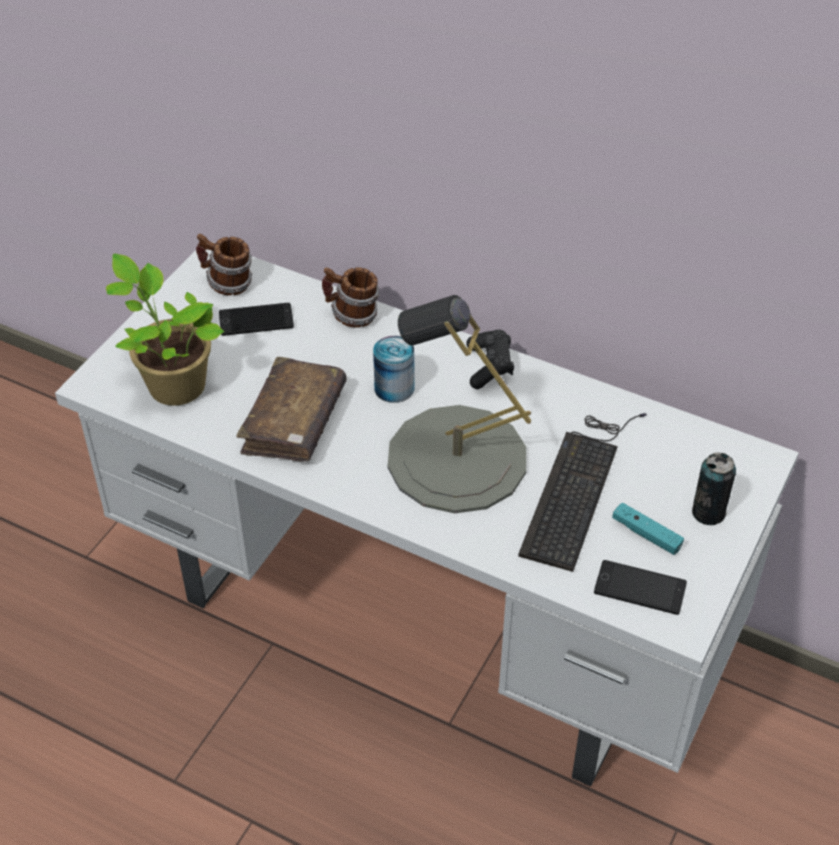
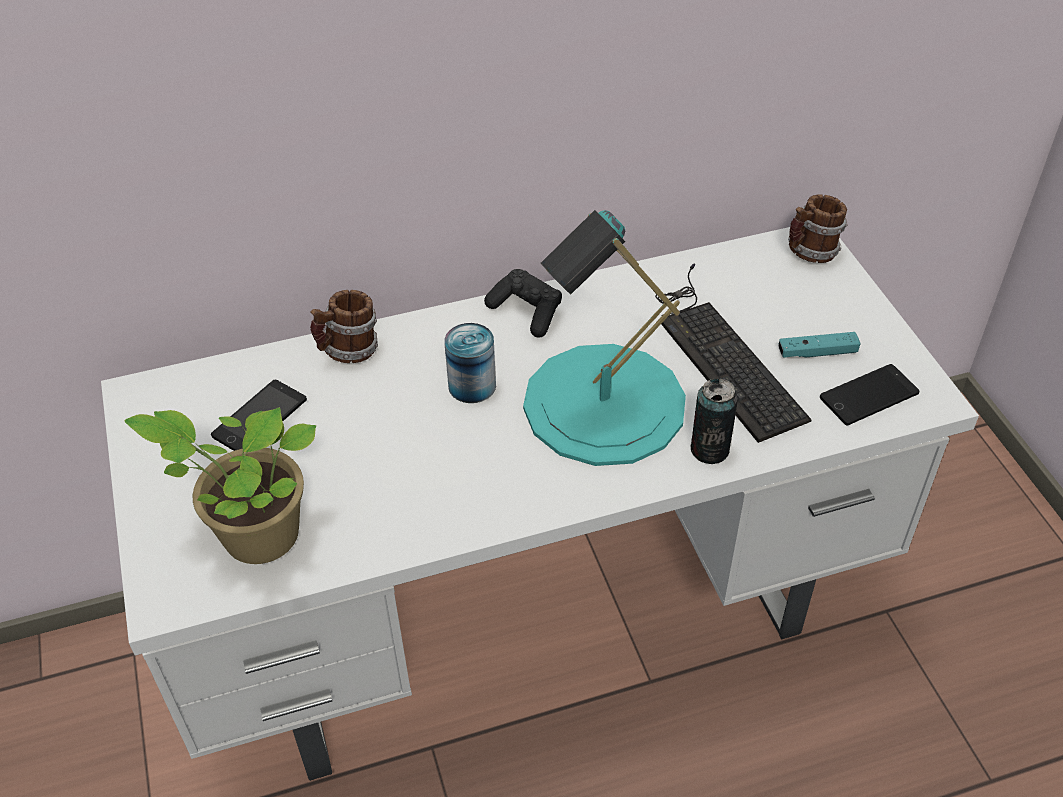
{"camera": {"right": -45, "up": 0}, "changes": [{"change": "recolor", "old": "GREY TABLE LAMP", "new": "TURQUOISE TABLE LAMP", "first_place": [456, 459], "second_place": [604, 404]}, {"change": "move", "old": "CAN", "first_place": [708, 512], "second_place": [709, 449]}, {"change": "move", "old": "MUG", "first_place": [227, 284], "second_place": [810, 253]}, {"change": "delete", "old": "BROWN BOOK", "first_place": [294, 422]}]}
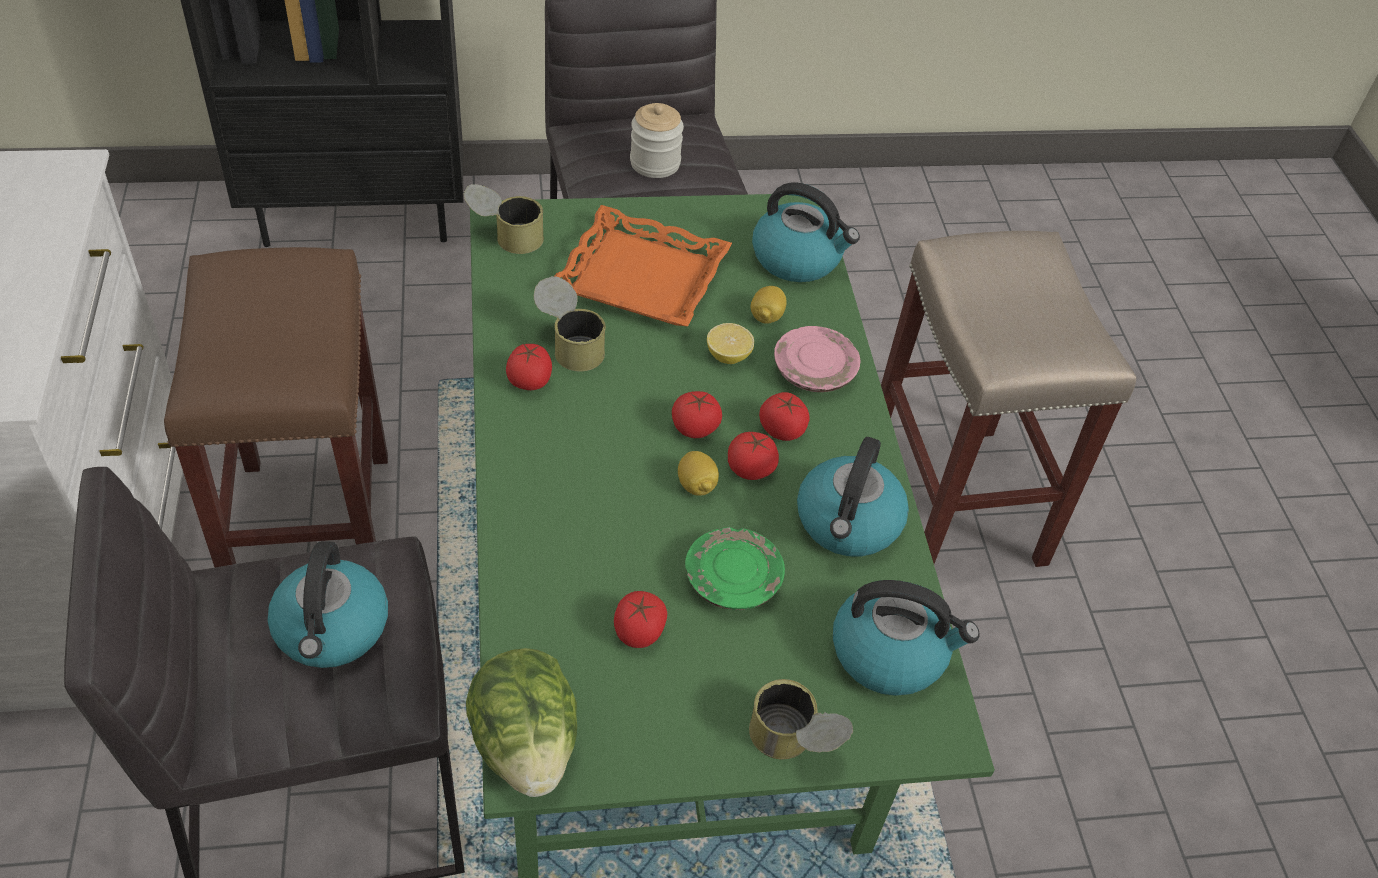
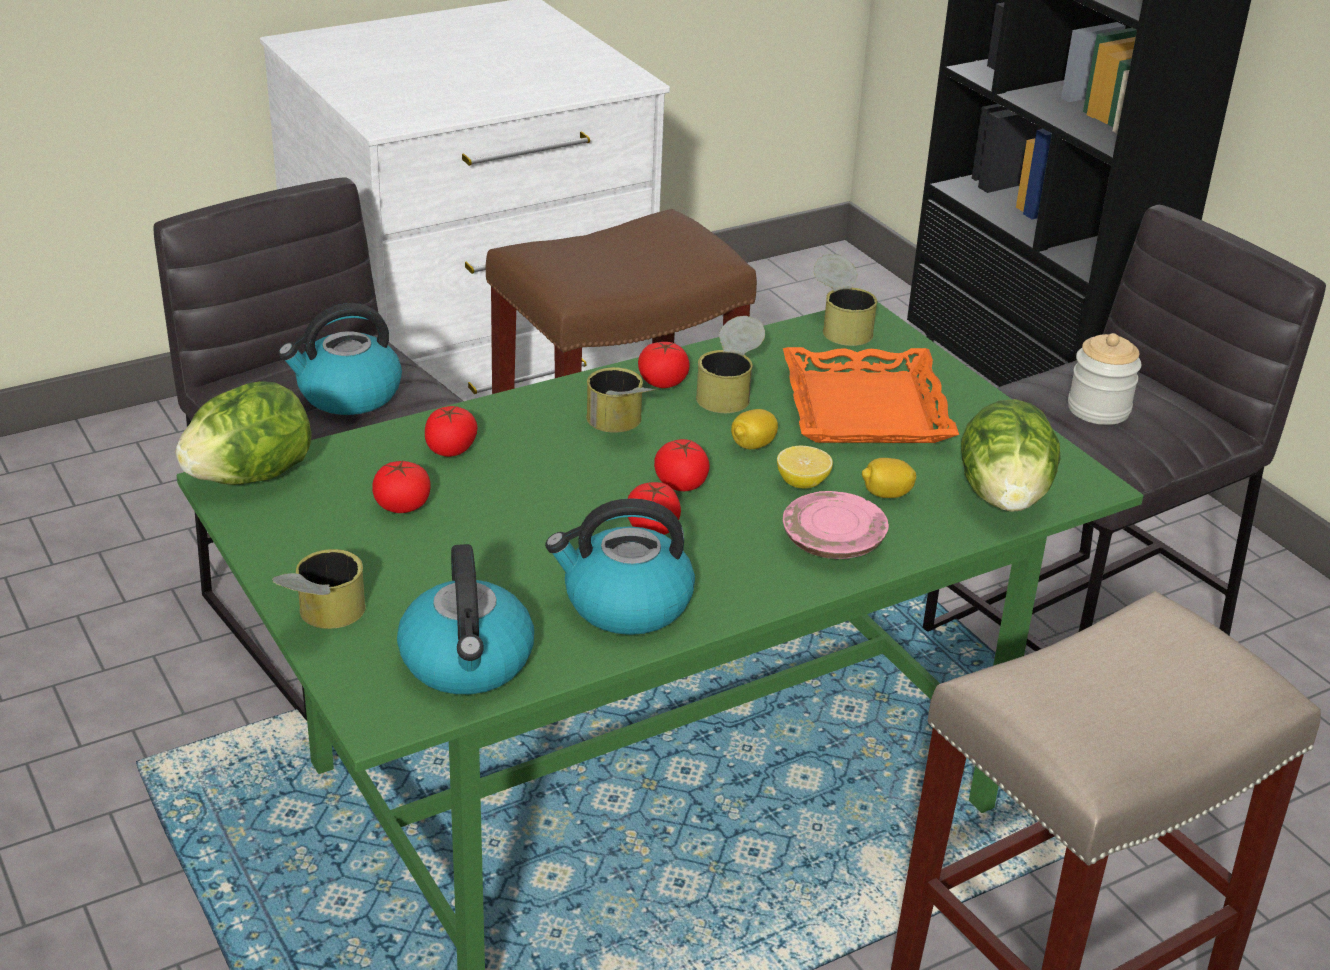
{"camera": {"right": 70, "up": -15}, "changes": [{"change": "move", "old": "TOMATO", "first_place": [782, 430], "second_place": [451, 449]}, {"change": "insert", "new": "CAN", "second_place": [619, 427]}, {"change": "move", "old": "LEMON", "first_place": [696, 485], "second_place": [753, 445]}, {"change": "replace", "old": "KETTLE", "new": "LETTUCE", "first_place": [798, 258], "second_place": [1004, 497]}, {"change": "delete", "old": "GREEN PLATE", "first_place": [732, 580]}]}
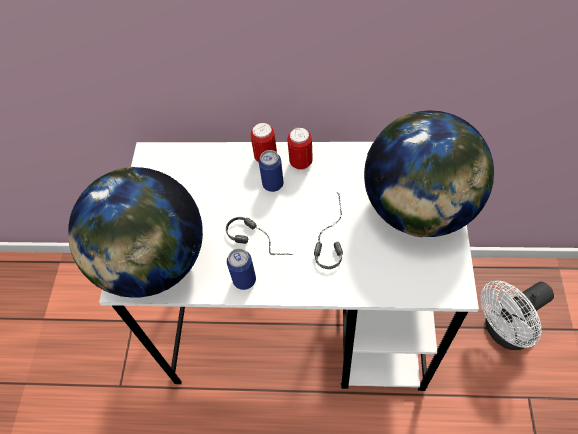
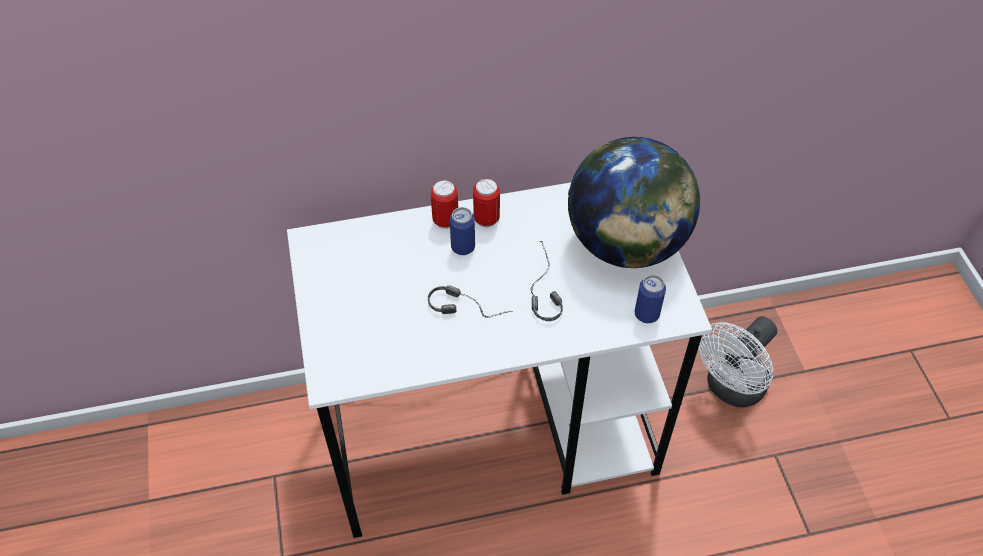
{"camera": {"right": -20, "up": -5}, "changes": [{"change": "move", "old": "CAN", "first_place": [244, 280], "second_place": [646, 314]}, {"change": "delete", "old": "GLOBE", "first_place": [153, 262]}]}
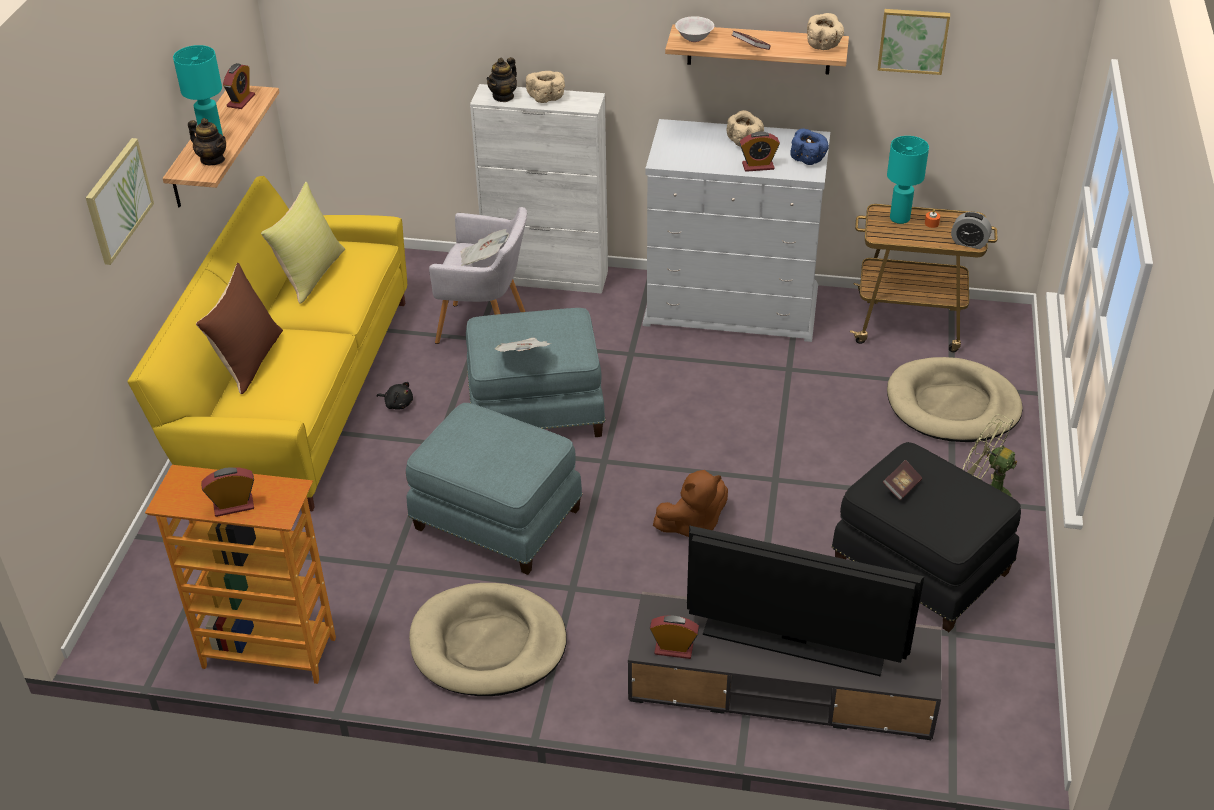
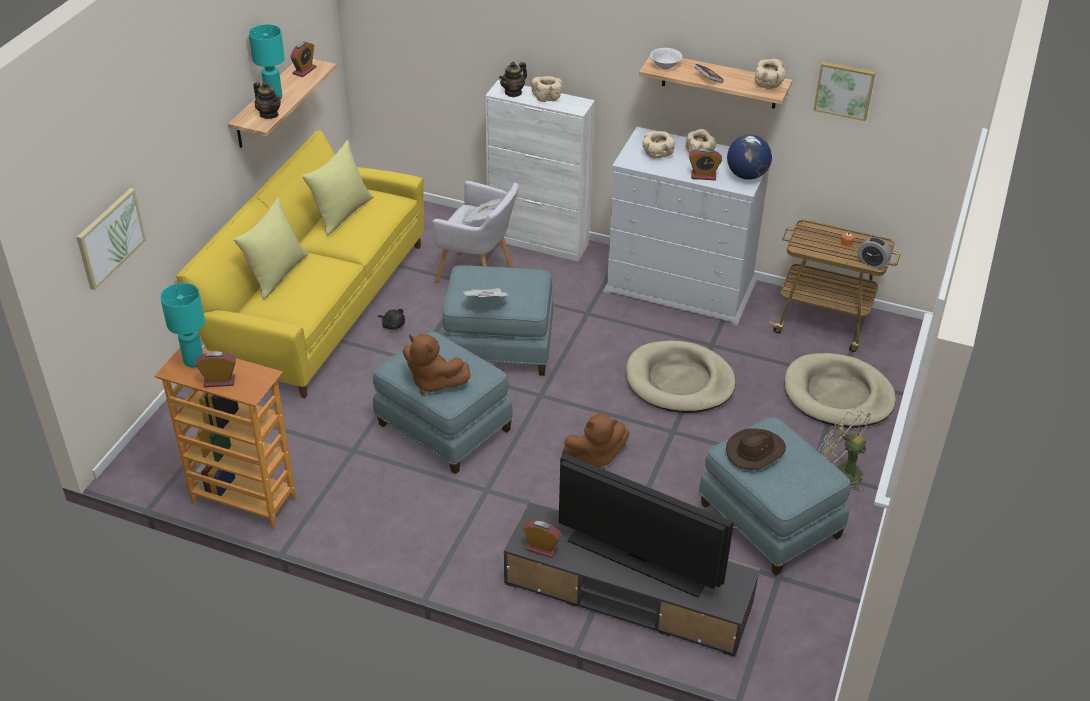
{"camera": {"right": 10, "up": 0}, "changes": [{"change": "move", "old": "PICTURE", "first_place": [118, 200], "second_place": [110, 237]}, {"change": "move", "old": "TURQUOISE TABLE LAMP", "first_place": [900, 218], "second_place": [194, 361]}, {"change": "recolor", "old": "BROWN PILLOW", "new": "YELLOW PILLOW", "first_place": [249, 360], "second_place": [276, 274]}, {"change": "insert", "new": "BROWN PLUSH TOY", "second_place": [433, 382]}, {"change": "move", "old": "BEIGE DOG BED", "first_place": [488, 644], "second_place": [679, 381]}, {"change": "insert", "new": "BEIGE BOWL", "second_place": [657, 155]}, {"change": "recolor", "old": "BLACK OTTOMAN", "new": "BLUE OTTOMAN", "first_place": [919, 568], "second_place": [768, 521]}, {"change": "replace", "old": "BOOK", "new": "BROWN HAT", "first_place": [901, 486], "second_place": [755, 451]}, {"change": "replace", "old": "BLUE BOWL", "new": "GLOBE", "first_place": [808, 159], "second_place": [747, 175]}]}
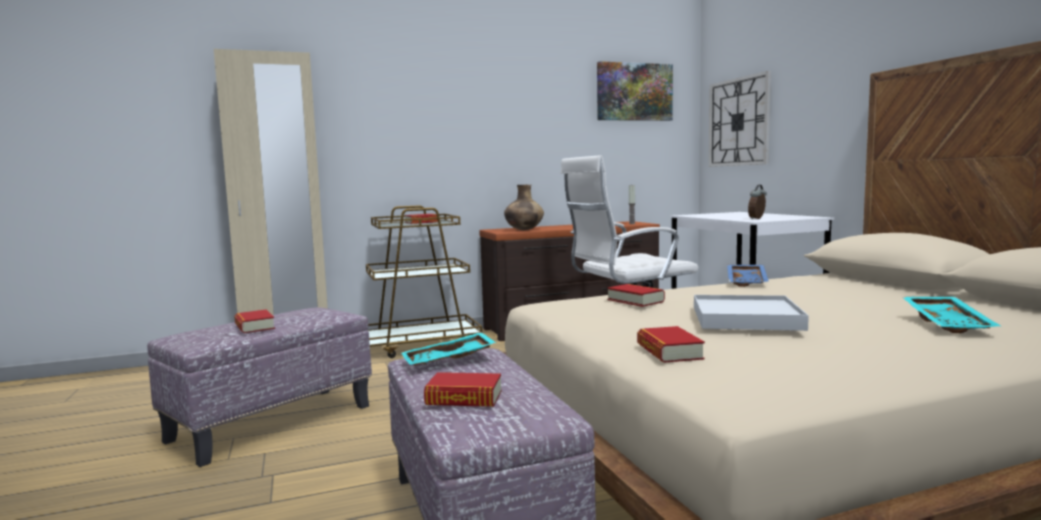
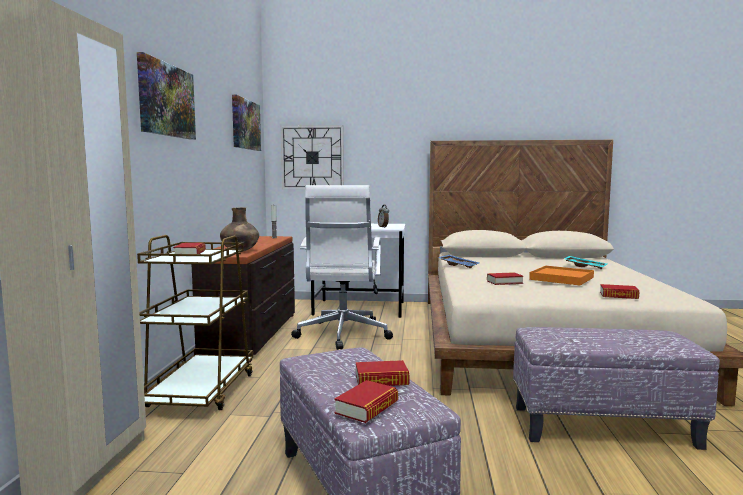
{"camera": {"right": -65, "up": 0}, "changes": [{"change": "insert", "new": "PICTURE", "second_place": [166, 100]}, {"change": "move", "old": "BOOK", "first_place": [464, 398], "second_place": [367, 407]}, {"change": "recolor", "old": "WHITE TRAY", "new": "ORANGE TRAY", "first_place": [746, 318], "second_place": [561, 278]}, {"change": "delete", "old": "TURQUOISE TRAY", "first_place": [449, 361]}]}
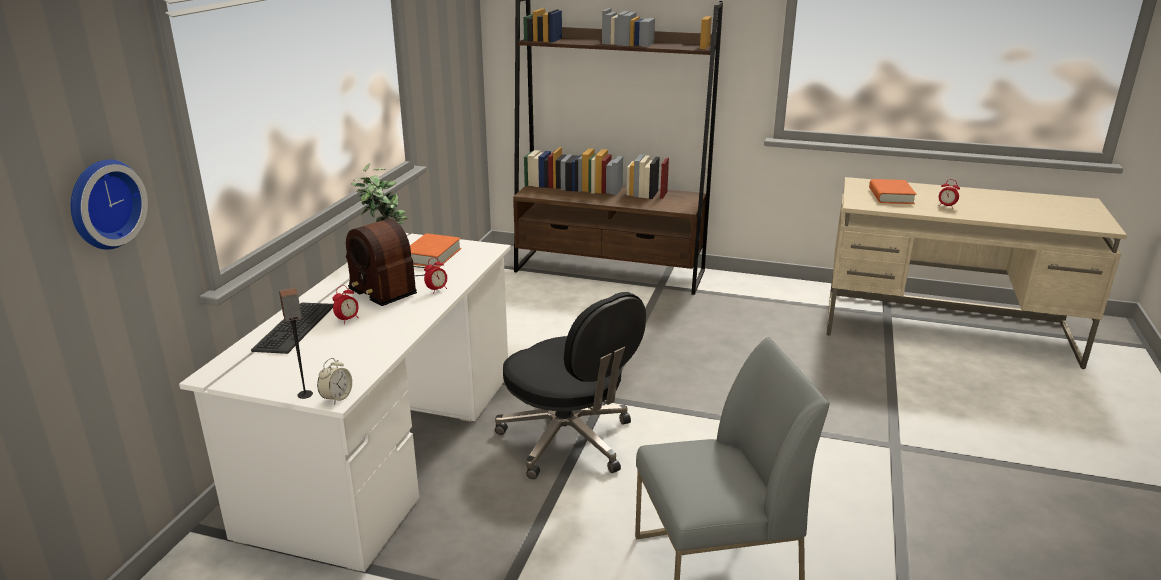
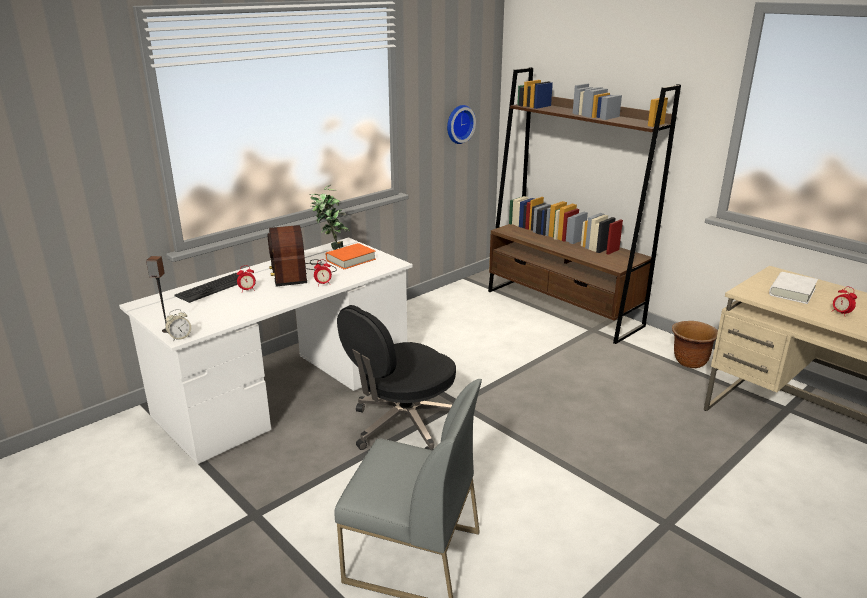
{"camera": {"right": 30, "up": 0}, "changes": [{"change": "rotate", "old": "BLACK OFFICE CHAIR", "first_place": [569, 441], "second_place": [403, 426], "degrees": 60}, {"change": "move", "old": "WALL CLOCK", "first_place": [102, 203], "second_place": [458, 124]}, {"change": "insert", "new": "BROWN PLANTER", "second_place": [690, 362]}, {"change": "recolor", "old": "ORANGE BOOK", "new": "WHITE BOOK", "first_place": [891, 196], "second_place": [792, 292]}]}
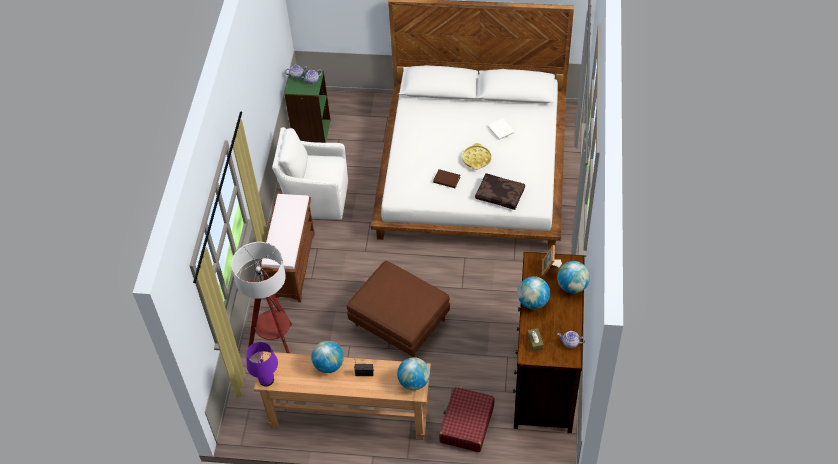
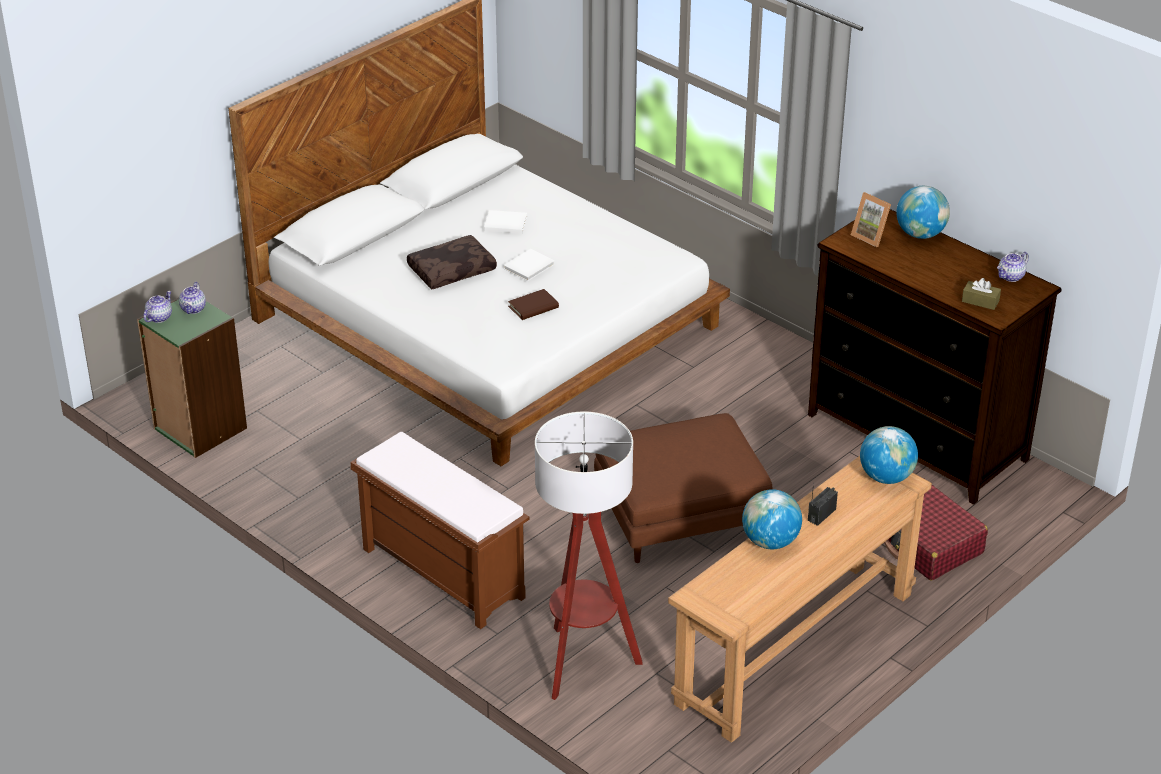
{"camera": {"right": -55, "up": -15}, "changes": [{"change": "move", "old": "BROWN PILLOW", "first_place": [500, 194], "second_place": [452, 270]}, {"change": "replace", "old": "YELLOW TRAY", "new": "WHITE BOOK", "first_place": [476, 159], "second_place": [530, 266]}, {"change": "delete", "old": "PURPLE TABLE LAMP", "first_place": [266, 380]}, {"change": "delete", "old": "WHITE ARMCHAIR", "first_place": [316, 198]}, {"change": "delete", "old": "GLOBE", "first_place": [533, 302]}]}
